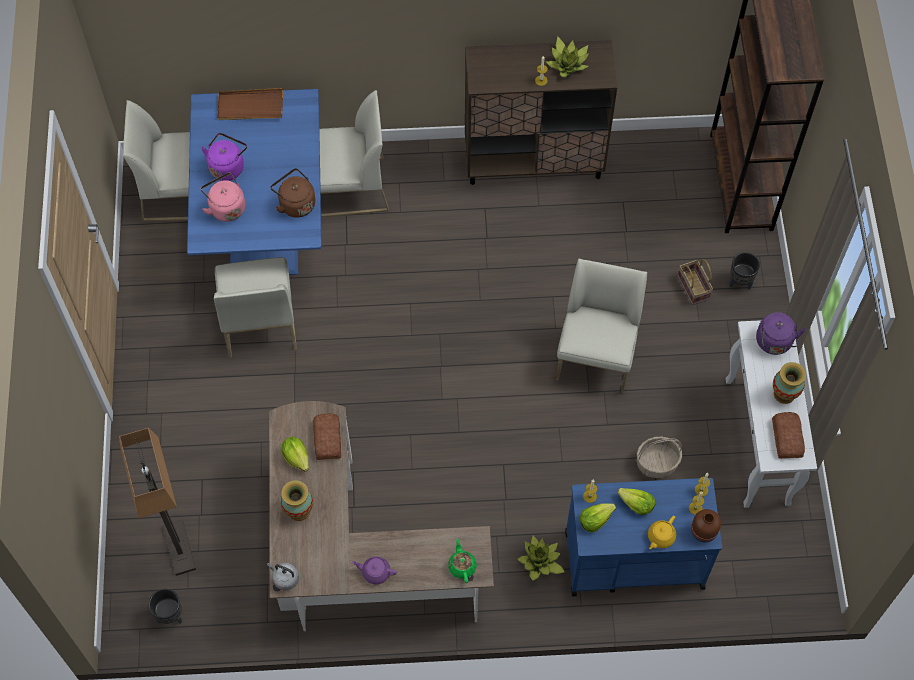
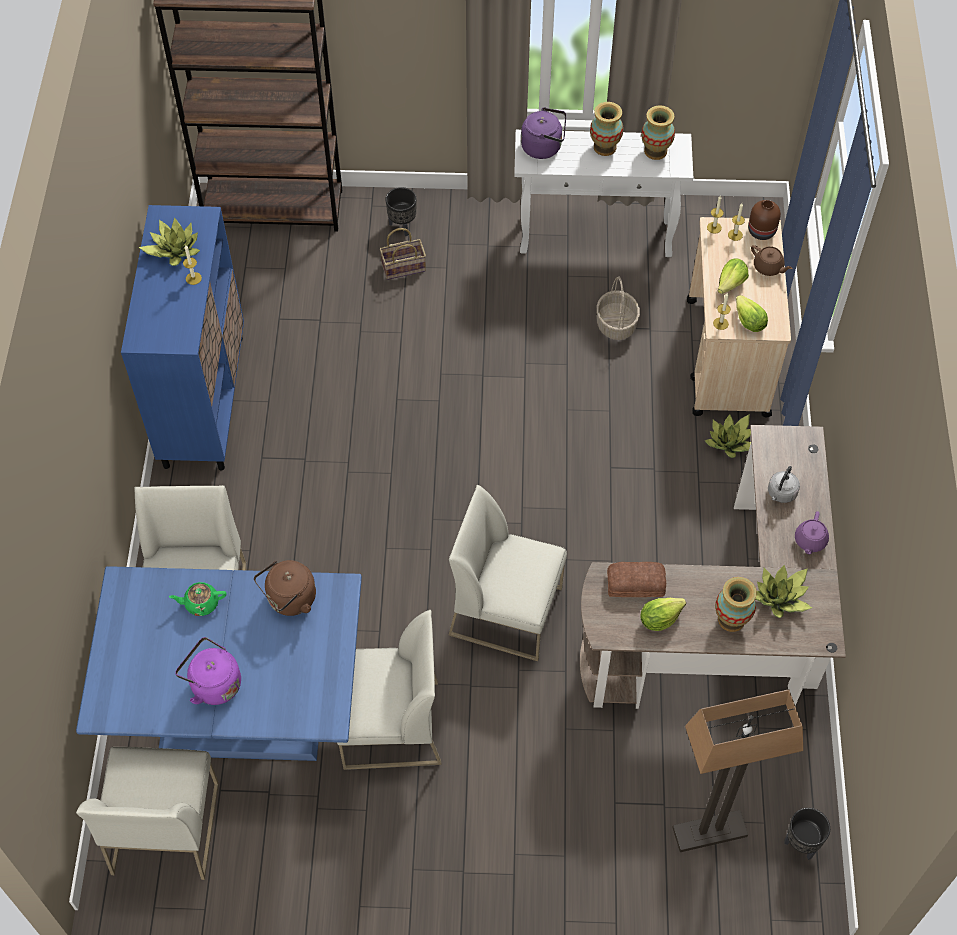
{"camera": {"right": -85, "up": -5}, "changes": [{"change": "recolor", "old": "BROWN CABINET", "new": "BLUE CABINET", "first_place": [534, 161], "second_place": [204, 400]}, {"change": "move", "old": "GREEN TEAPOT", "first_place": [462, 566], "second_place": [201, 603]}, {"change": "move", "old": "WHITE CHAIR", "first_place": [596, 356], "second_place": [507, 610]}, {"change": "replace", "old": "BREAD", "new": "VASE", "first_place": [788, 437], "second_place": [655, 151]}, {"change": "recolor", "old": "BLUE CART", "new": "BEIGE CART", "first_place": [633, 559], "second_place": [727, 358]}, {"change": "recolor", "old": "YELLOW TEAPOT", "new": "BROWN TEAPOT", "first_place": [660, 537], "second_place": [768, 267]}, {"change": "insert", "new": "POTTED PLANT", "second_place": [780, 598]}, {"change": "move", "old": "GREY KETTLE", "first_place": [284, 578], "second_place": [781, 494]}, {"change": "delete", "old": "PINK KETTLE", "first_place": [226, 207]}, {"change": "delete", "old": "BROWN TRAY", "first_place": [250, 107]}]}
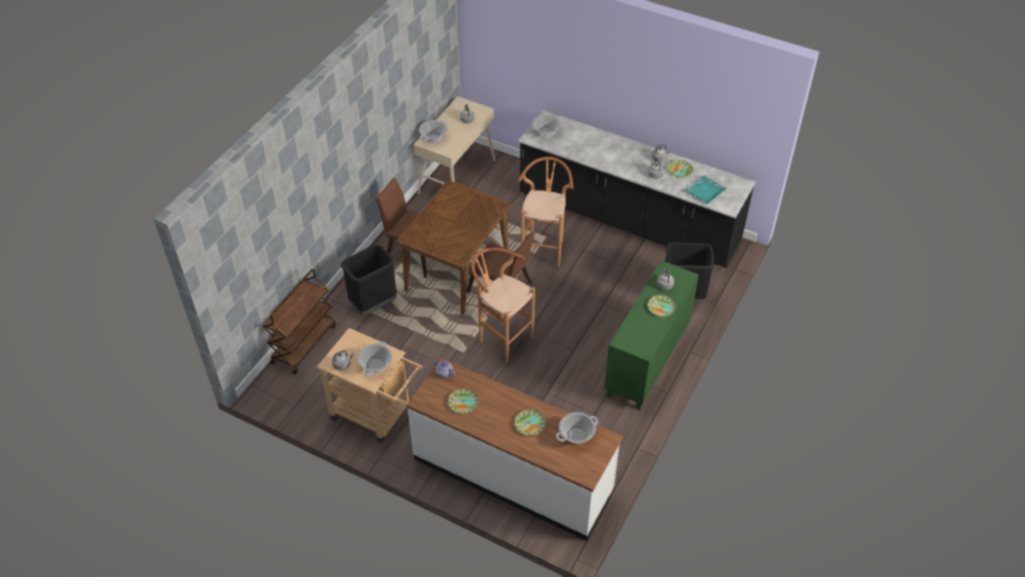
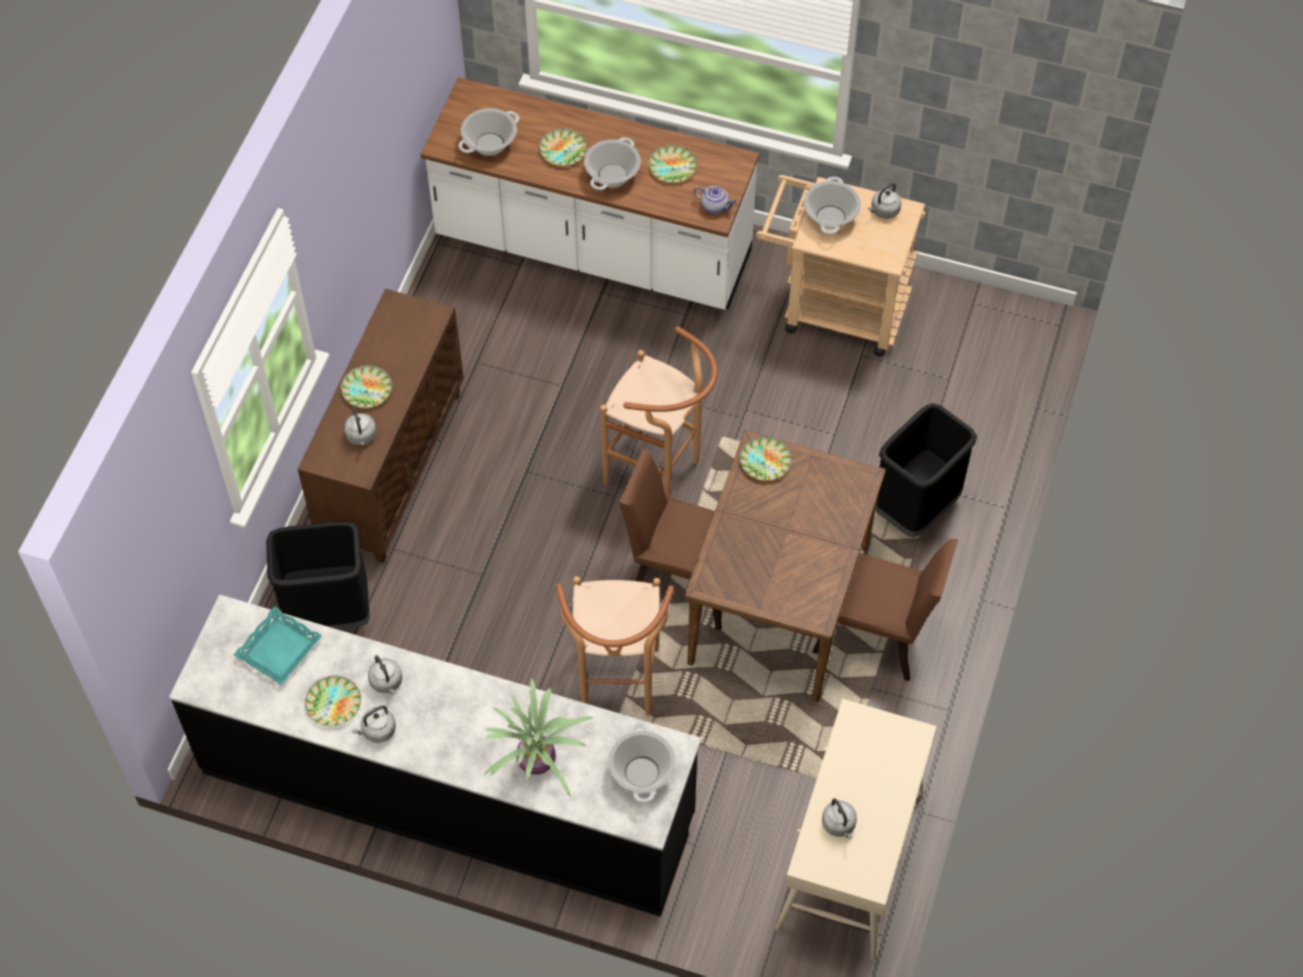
{"camera": {"right": 170, "up": 10}, "changes": [{"change": "recolor", "old": "GREEN CABINET", "new": "BROWN CABINET", "first_place": [647, 362], "second_place": [392, 467]}, {"change": "insert", "new": "POTTED PLANT", "second_place": [536, 763]}, {"change": "move", "old": "COOKING POT", "first_place": [433, 137], "second_place": [613, 175]}, {"change": "insert", "new": "PLATE", "second_place": [764, 461]}, {"change": "delete", "old": "BROWN CART", "first_place": [303, 344]}]}
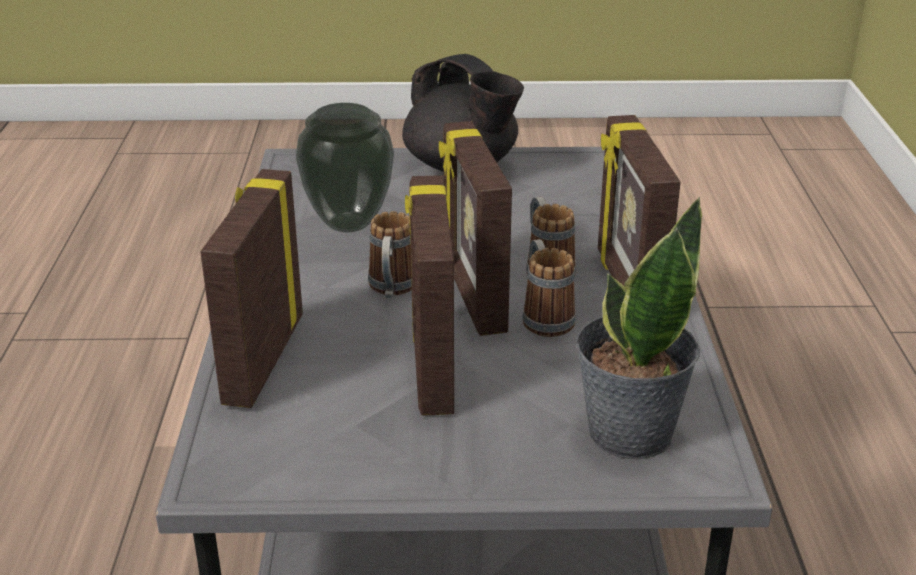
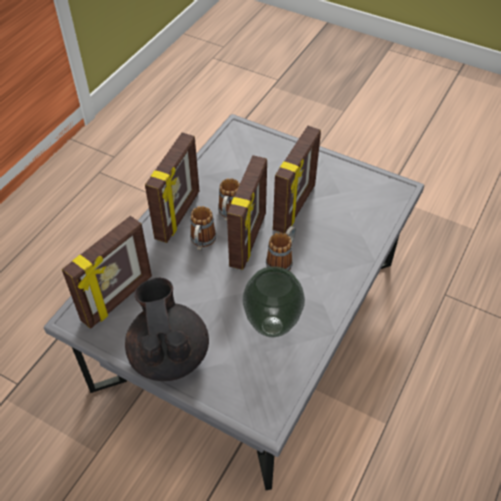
{"camera": {"right": -150, "up": 20}, "changes": [{"change": "move", "old": "PICTURE FRAME", "first_place": [261, 359], "second_place": [118, 299]}, {"change": "delete", "old": "POTTED PLANT", "first_place": [628, 432]}]}
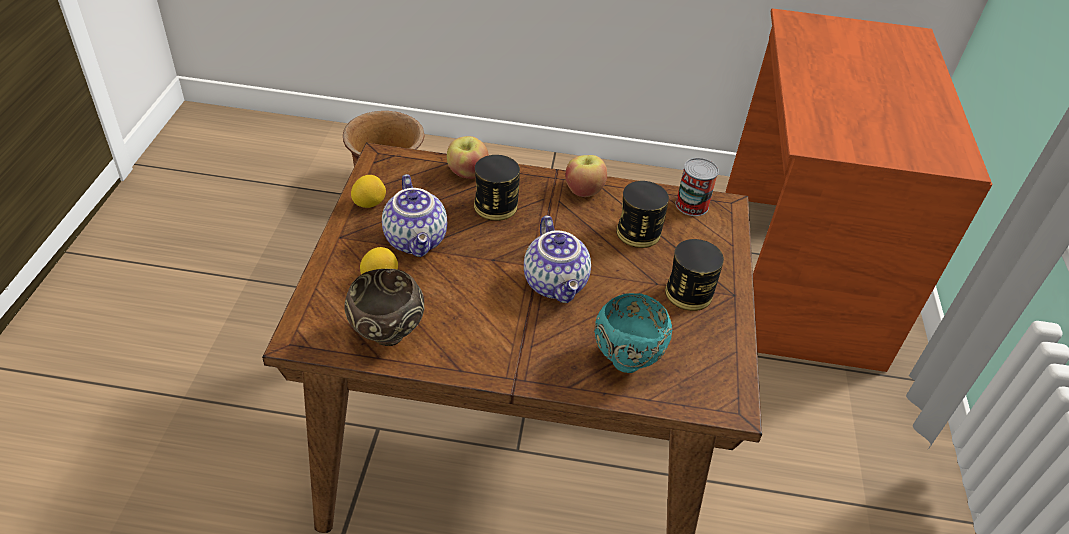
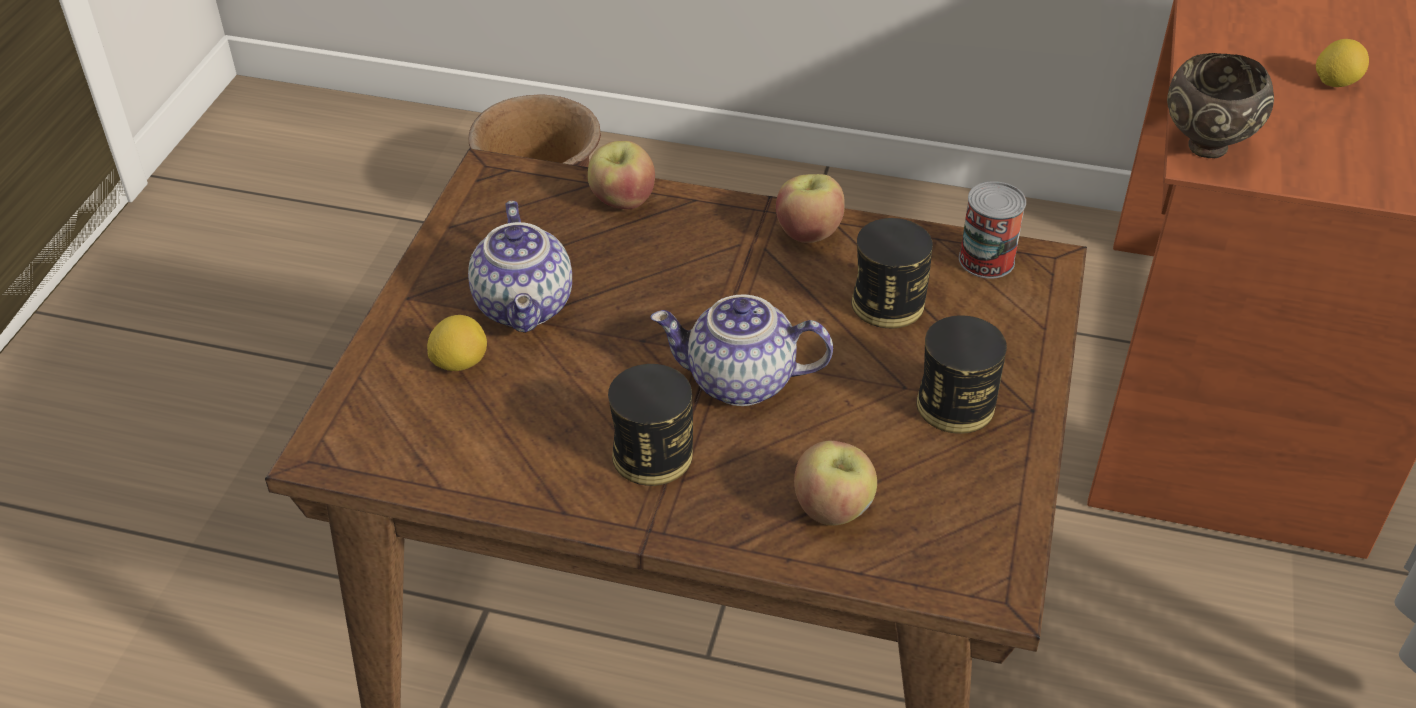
{"camera": {"right": 10, "up": 0}, "changes": [{"change": "move", "old": "CAN", "first_place": [495, 206], "second_place": [652, 455]}, {"change": "rotate", "old": "TEAPOT", "first_place": [557, 284], "second_place": [739, 382], "degrees": 105}, {"change": "replace", "old": "TURQUOISE BOWL", "new": "APPLE", "first_place": [626, 360], "second_place": [833, 508]}, {"change": "move", "old": "BROWN BOWL", "first_place": [386, 336], "second_place": [1204, 148]}, {"change": "move", "old": "LEMON", "first_place": [369, 203], "second_place": [1335, 82]}]}
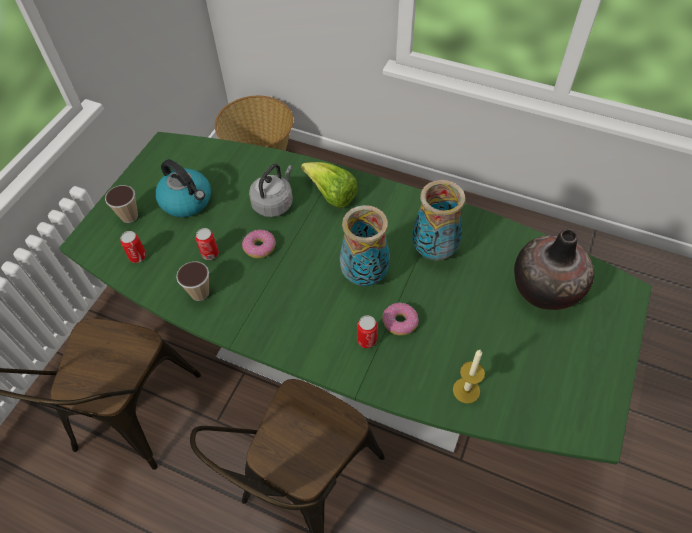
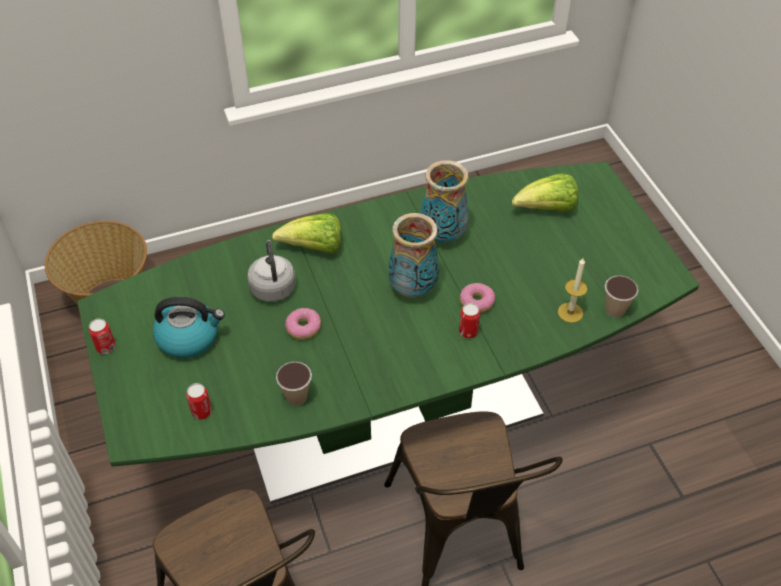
{"camera": {"right": -45, "up": -5}, "changes": [{"change": "move", "old": "CAN", "first_place": [210, 254], "second_place": [106, 347]}, {"change": "replace", "old": "VASE", "new": "LETTUCE", "first_place": [545, 289], "second_place": [547, 209]}, {"change": "move", "old": "CUP", "first_place": [129, 216], "second_place": [615, 310]}]}
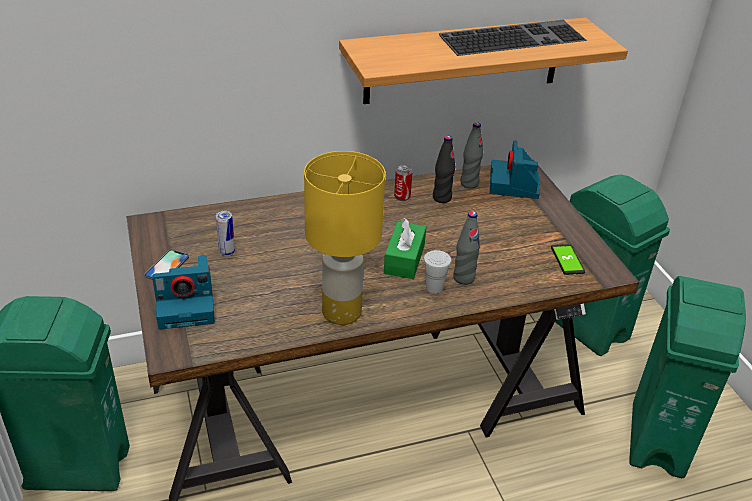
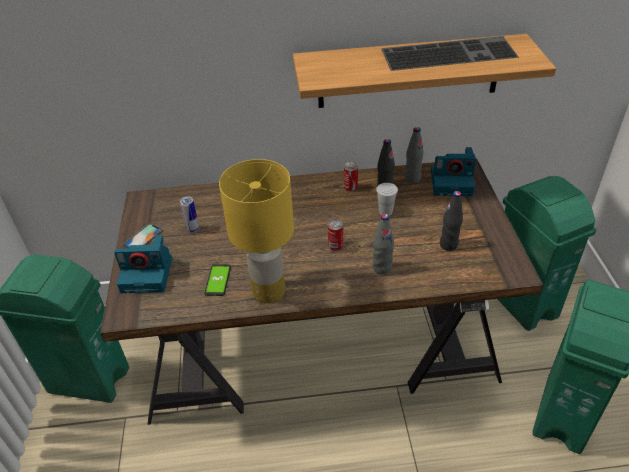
{"camera": {"right": 15, "up": 5}, "changes": [{"change": "move", "old": "PHONE", "first_place": [567, 260], "second_place": [218, 280]}, {"change": "replace", "old": "GREEN TISSUE BOX", "new": "CAN", "first_place": [404, 259], "second_place": [335, 246]}, {"change": "move", "old": "WHITE CUP", "first_place": [434, 288], "second_place": [385, 212]}, {"change": "rotate", "old": "PHOTO CAMERA", "first_place": [514, 185], "second_place": [452, 182], "degrees": -105}, {"change": "insert", "new": "BLACK BOTTLE", "second_place": [448, 245]}]}
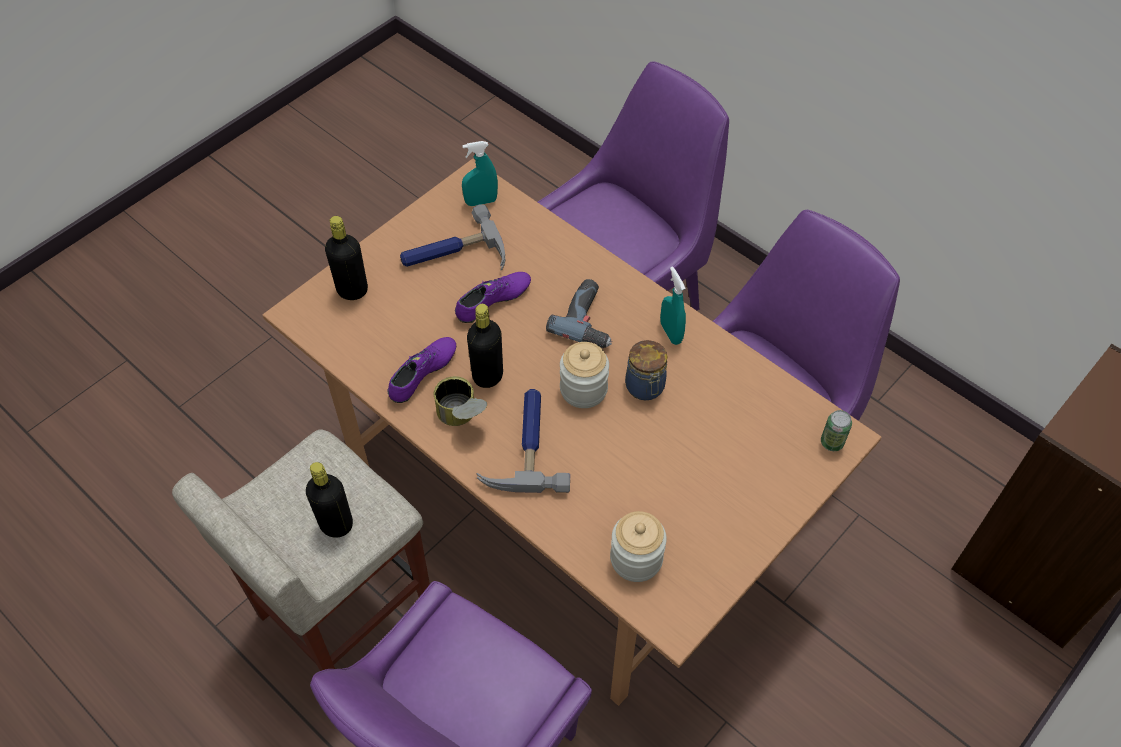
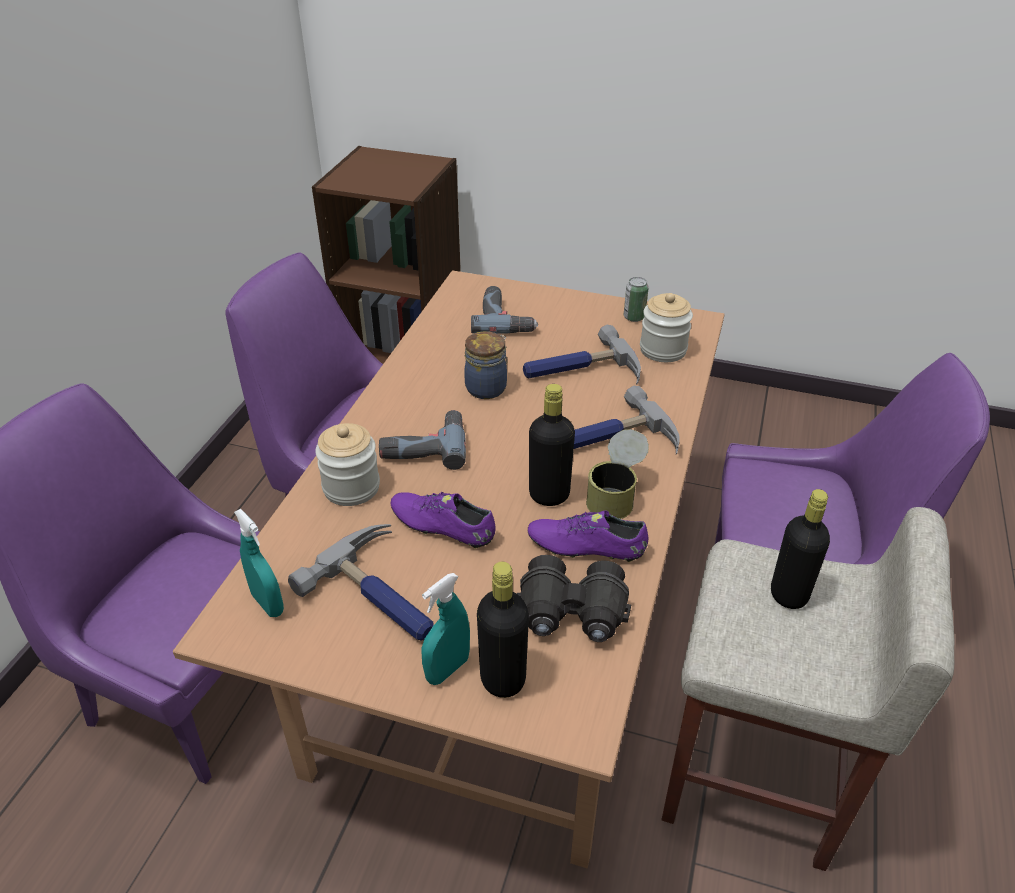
{"camera": {"right": -115, "up": -15}, "changes": [{"change": "move", "old": "JAR", "first_place": [583, 389], "second_place": [351, 487]}, {"change": "move", "old": "TURQUOISE SPRAY BOTTLE", "first_place": [671, 333], "second_place": [447, 669]}, {"change": "insert", "new": "POWER DRILL", "second_place": [505, 318]}, {"change": "insert", "new": "BLACK BINOCULARS", "second_place": [572, 614]}, {"change": "insert", "new": "HAMMER", "second_place": [579, 371]}, {"change": "move", "old": "CAN", "first_place": [832, 442], "second_place": [634, 317]}]}
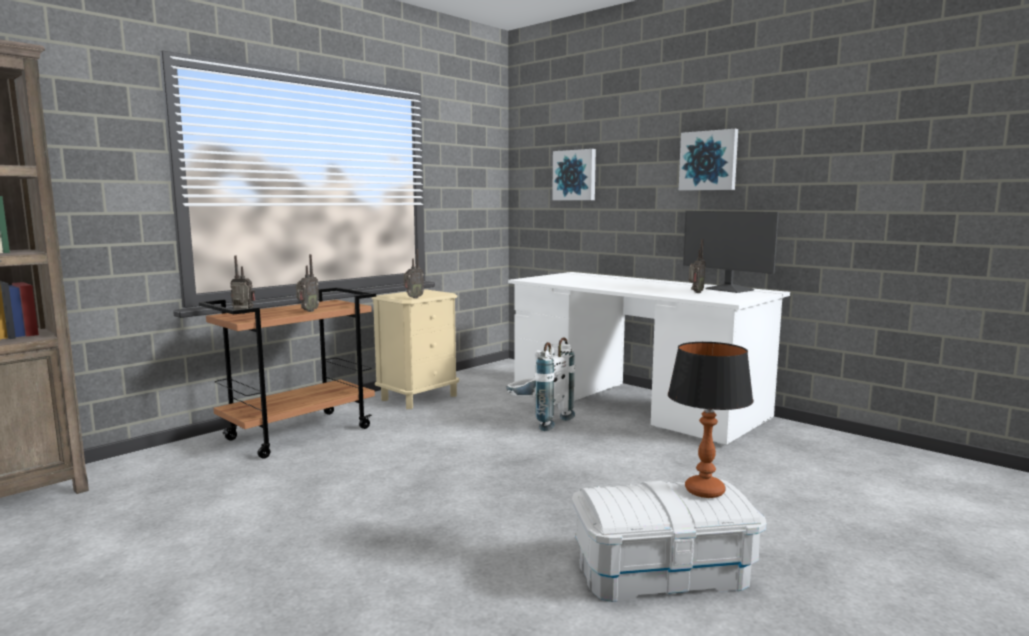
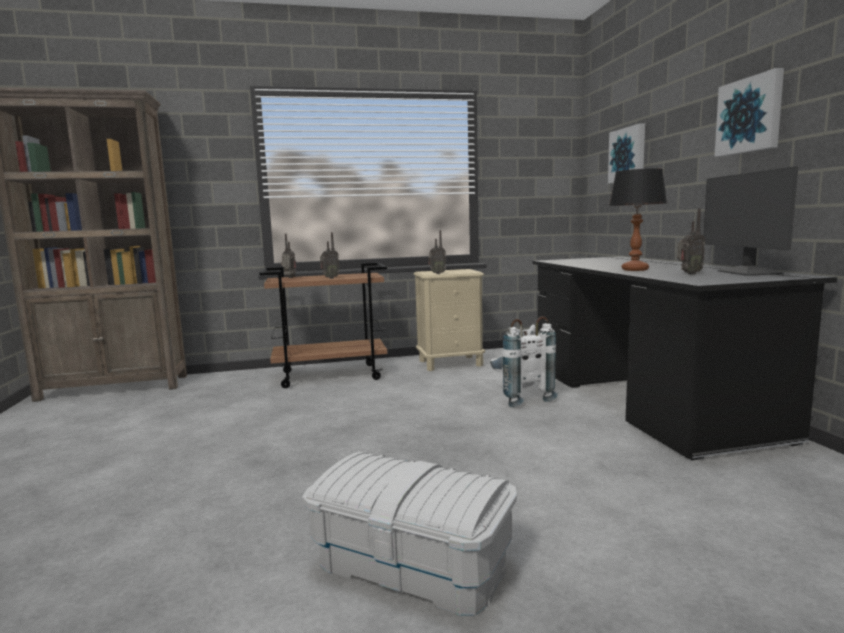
{"camera": {"right": 35, "up": 0}, "changes": [{"change": "recolor", "old": "WHITE DESK", "new": "BLACK DESK", "first_place": [635, 404], "second_place": [643, 399]}, {"change": "move", "old": "TABLE LAMP", "first_place": [704, 491], "second_place": [634, 270]}]}
